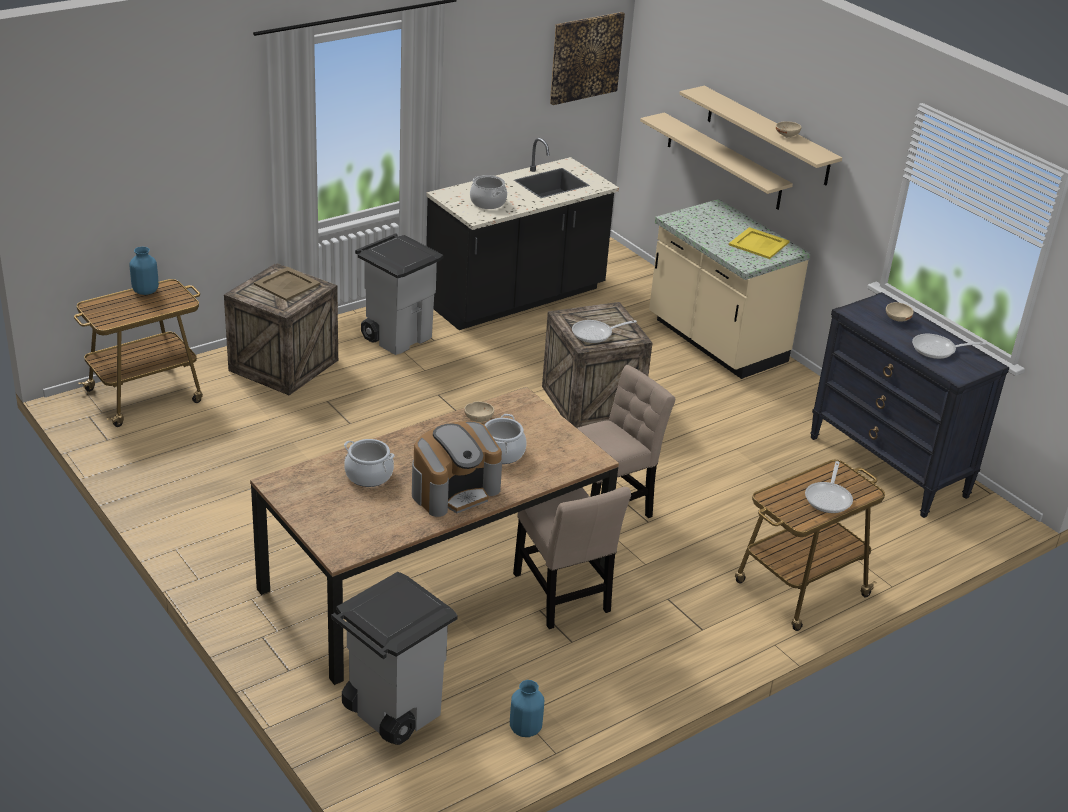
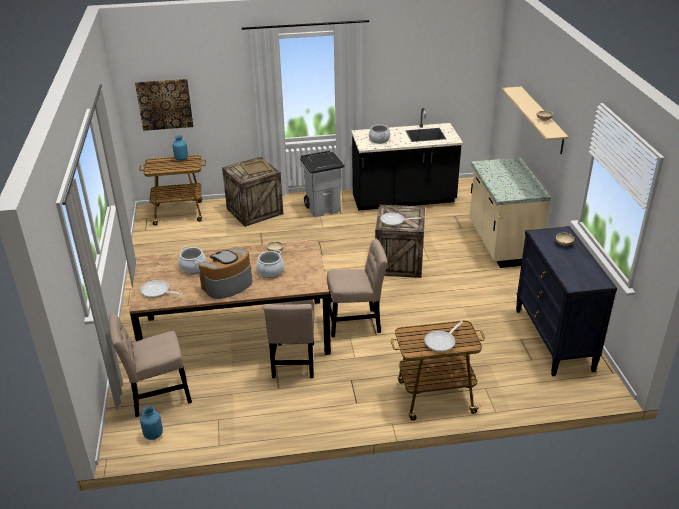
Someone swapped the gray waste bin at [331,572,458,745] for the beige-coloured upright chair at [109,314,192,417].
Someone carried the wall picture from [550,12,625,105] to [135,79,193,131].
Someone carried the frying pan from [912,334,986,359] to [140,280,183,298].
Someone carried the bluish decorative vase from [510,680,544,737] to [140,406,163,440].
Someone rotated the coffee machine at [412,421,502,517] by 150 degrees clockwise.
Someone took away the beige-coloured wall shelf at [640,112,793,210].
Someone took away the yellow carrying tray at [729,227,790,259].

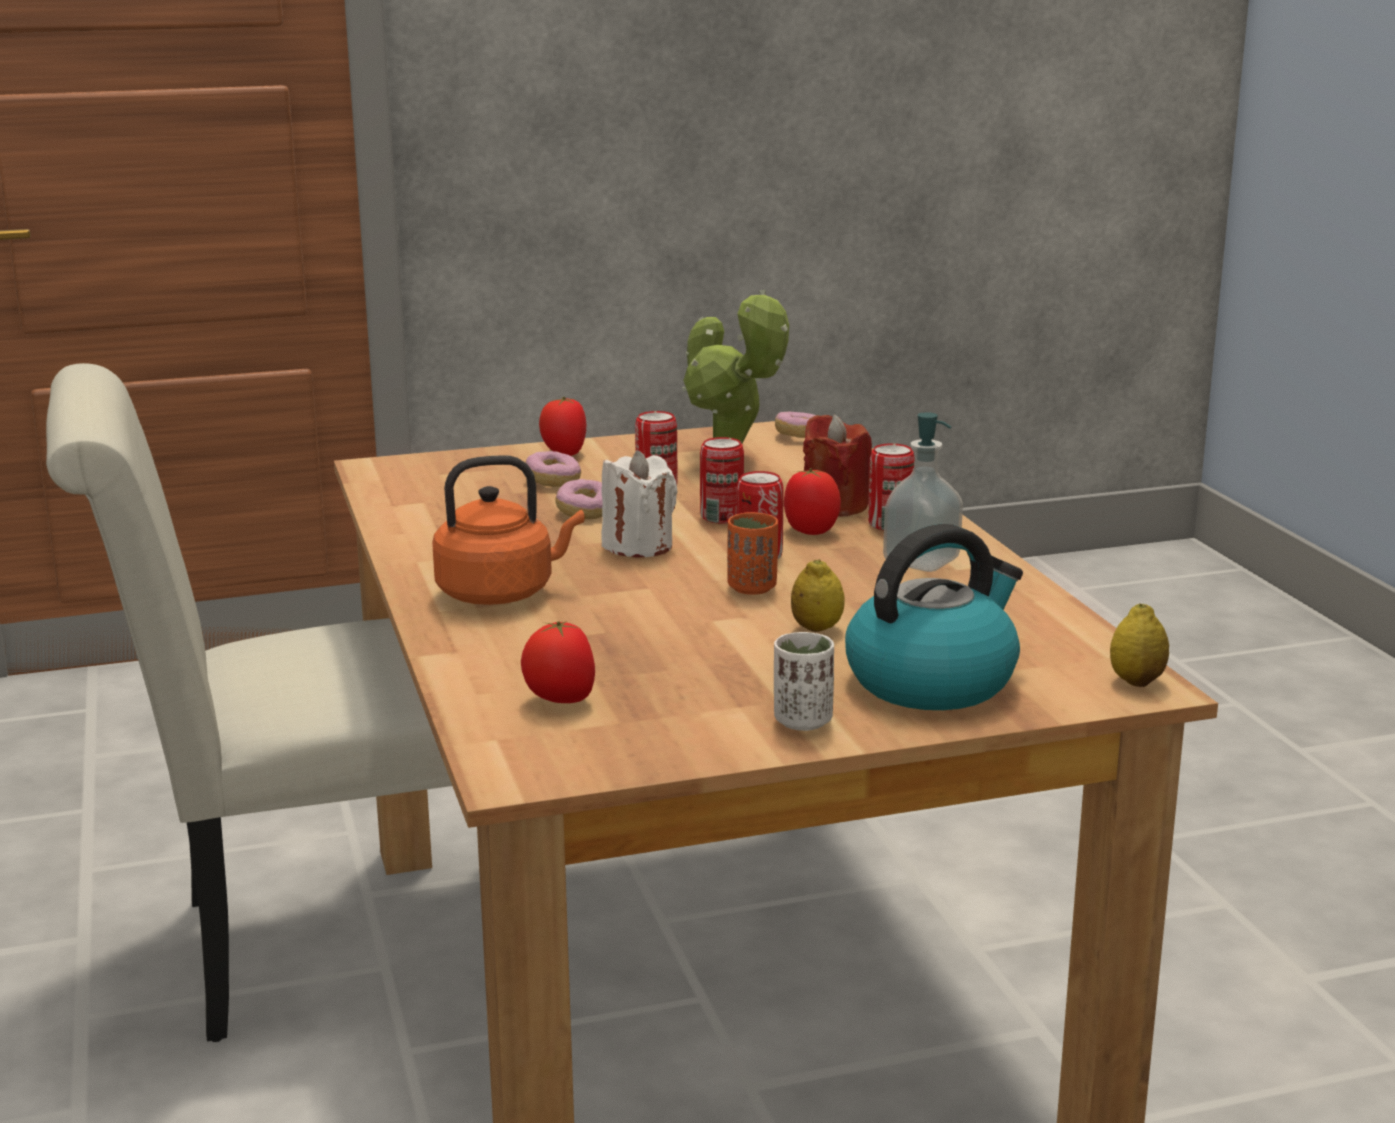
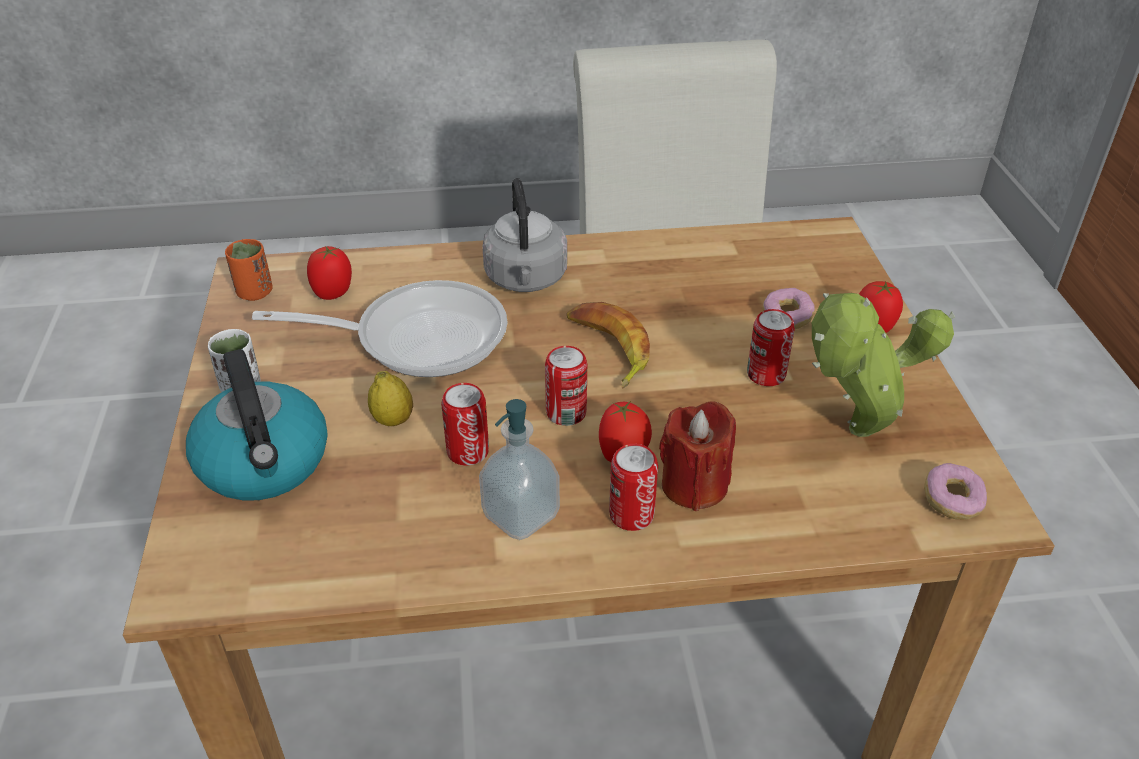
Someone carried the orange-coloured drinking cup from [727,512,778,595] to [225,239,273,301].
Someone put down the frying pan at [252,280,508,377].
Someone carried the can from [700,437,744,524] to [441,383,489,466].
Someone repainted the orange-coloured kettle at [432,455,585,605], which became the gray kettle at [482,178,567,292].
Someone swapped the white-coloured wax candle at [601,450,678,557] for the whole banana at [567,302,650,388].
Someone took away the ring doughnut at [555,479,603,519].
Someone took away the whole lemon at [1110,604,1169,687].

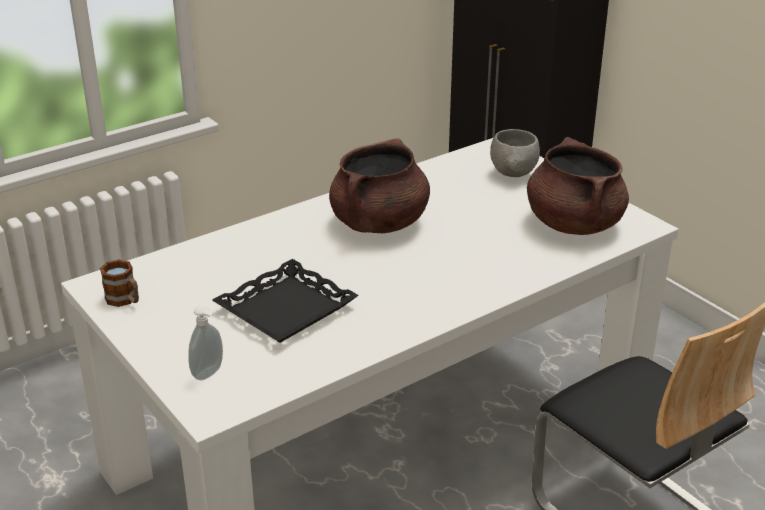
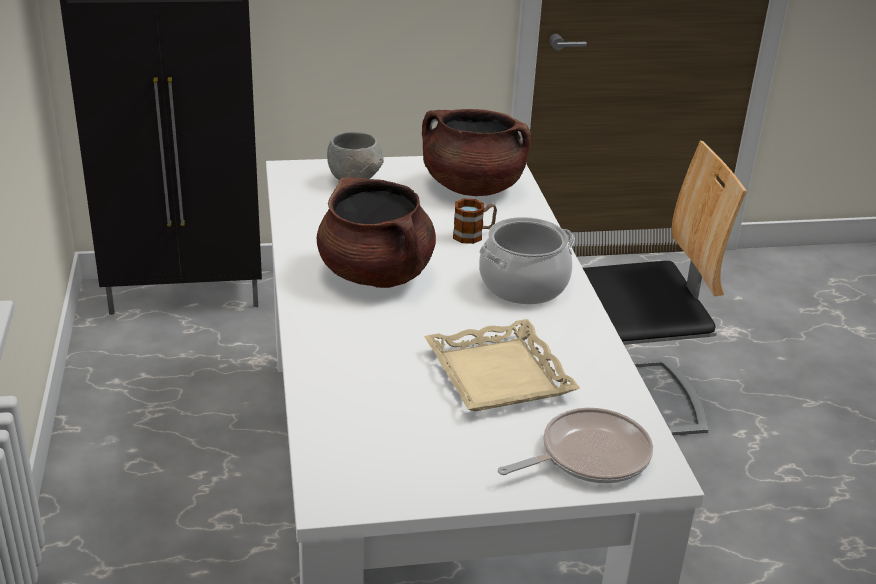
Someone repainted the black carrying tray at [212,259,359,343], which became the beige-coloured carrying tray at [424,319,580,411].
Someone carried the tea mug from [100,259,139,307] to [453,198,497,244].
Someone put down the saucepot at [479,217,575,305].
Someone swapped the soap dispenser at [188,305,223,380] for the frying pan at [498,408,653,484].

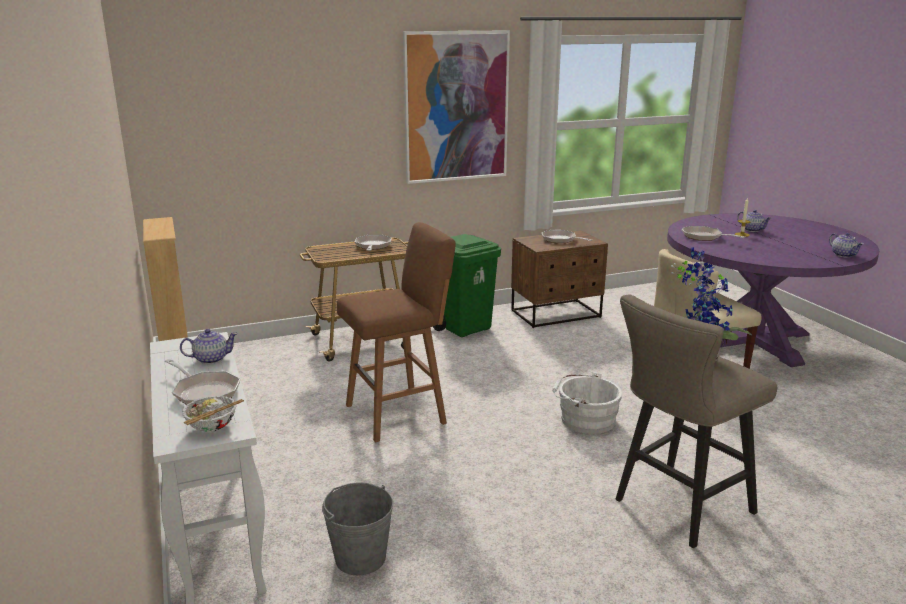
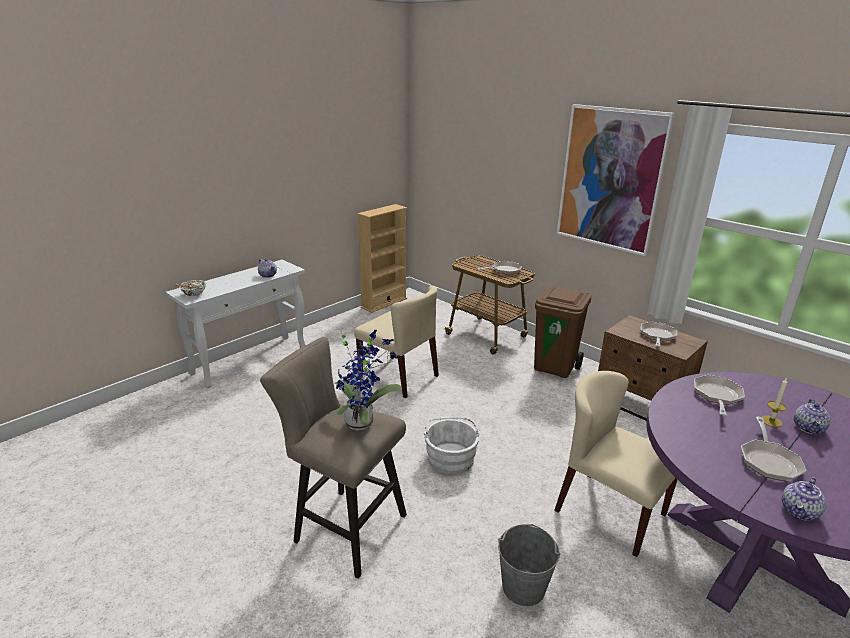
Someone swapped the brownish stool at [337,222,456,442] for the beige-coloured upright chair at [354,286,439,399].
Someone carried the gray water bucket from [322,482,393,575] to [498,524,561,606].
Someone repainted the greenish waste bin at [433,234,501,337], which became the brownish waste bin at [534,286,591,378].
Someone carried the frying pan from [164,359,240,405] to [741,417,807,481].

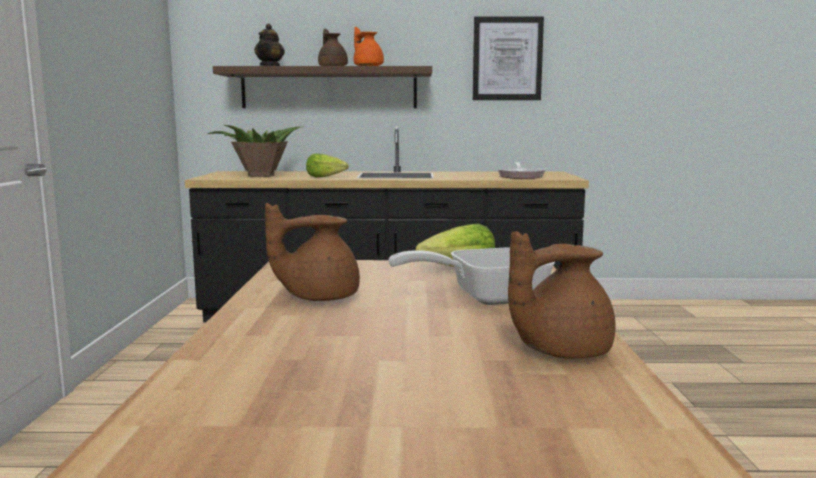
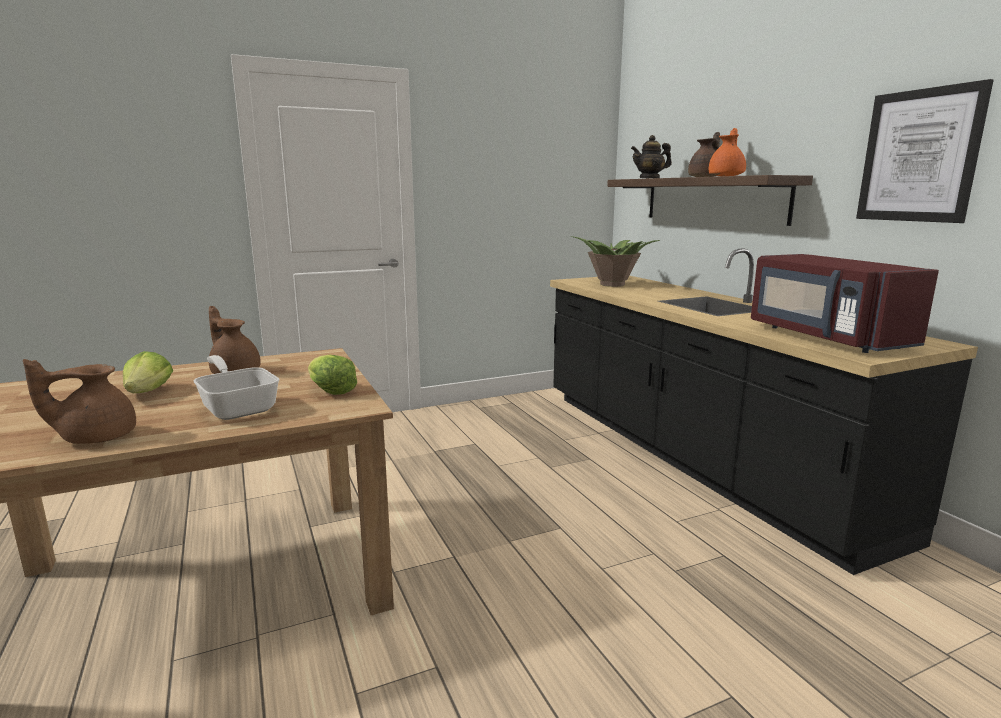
Someone rotated the brownish pot for tea at [508,231,616,359] by 60 degrees counterclockwise.
Someone carried the head of lettuce from [306,153,349,177] to [123,351,173,393].
Someone swapped the frying pan at [497,162,545,179] for the red-coloured kitchen microwave at [751,254,939,353].

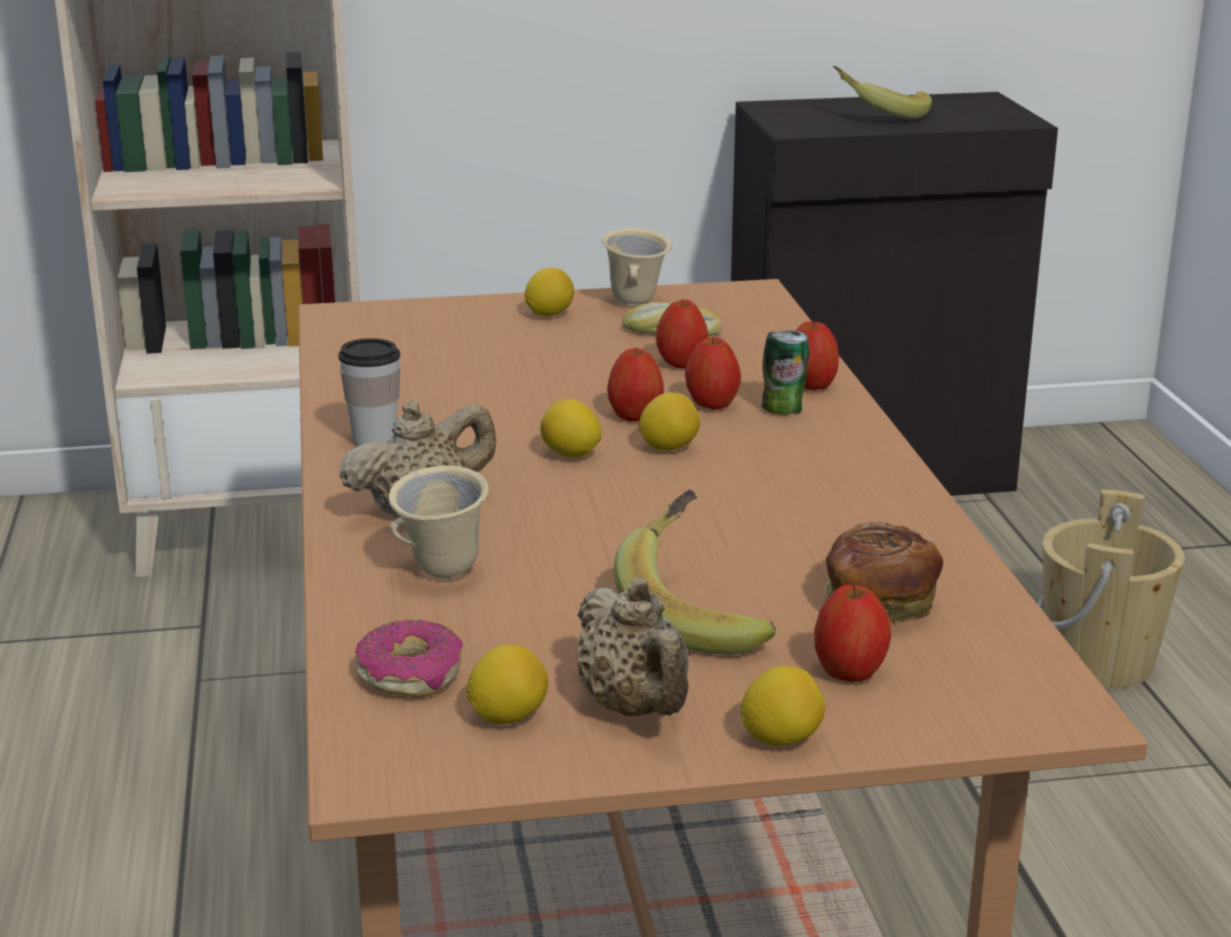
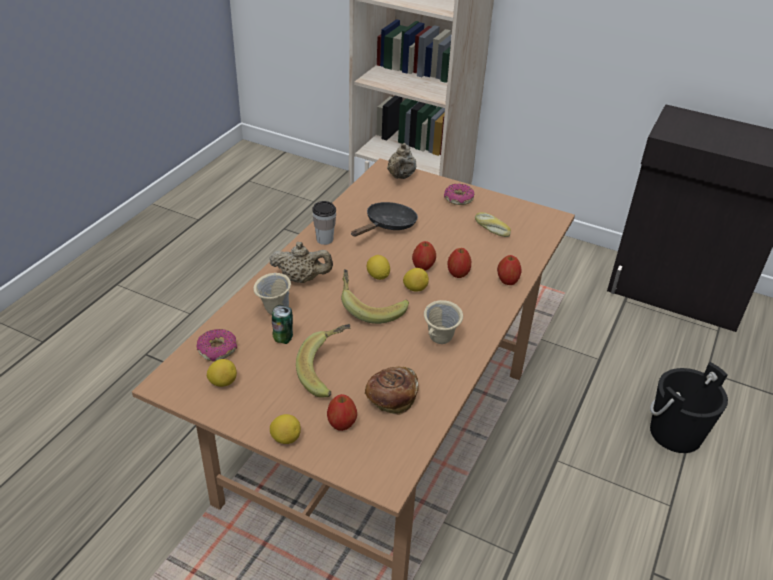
Someone carried the can from [761,331,809,415] to [272,305,293,344].
Someone carried the whole banana from [833,66,932,119] to [341,269,409,324].
Someone put down the black frying pan at [351,202,418,237].
Someone carried the beige-coloured pot for tea from [577,577,689,716] to [387,143,416,179].
Someone carried the beige-coloured tea mug from [602,228,672,307] to [424,300,463,344].
Someone swapped the whole lemon at [524,268,574,317] for the ring doughnut at [444,183,474,205].
Someone repainted the beige-coloured water bucket at [1038,489,1185,688], which became the black water bucket at [650,362,728,453].
Someone took away the apple at [656,299,708,368].

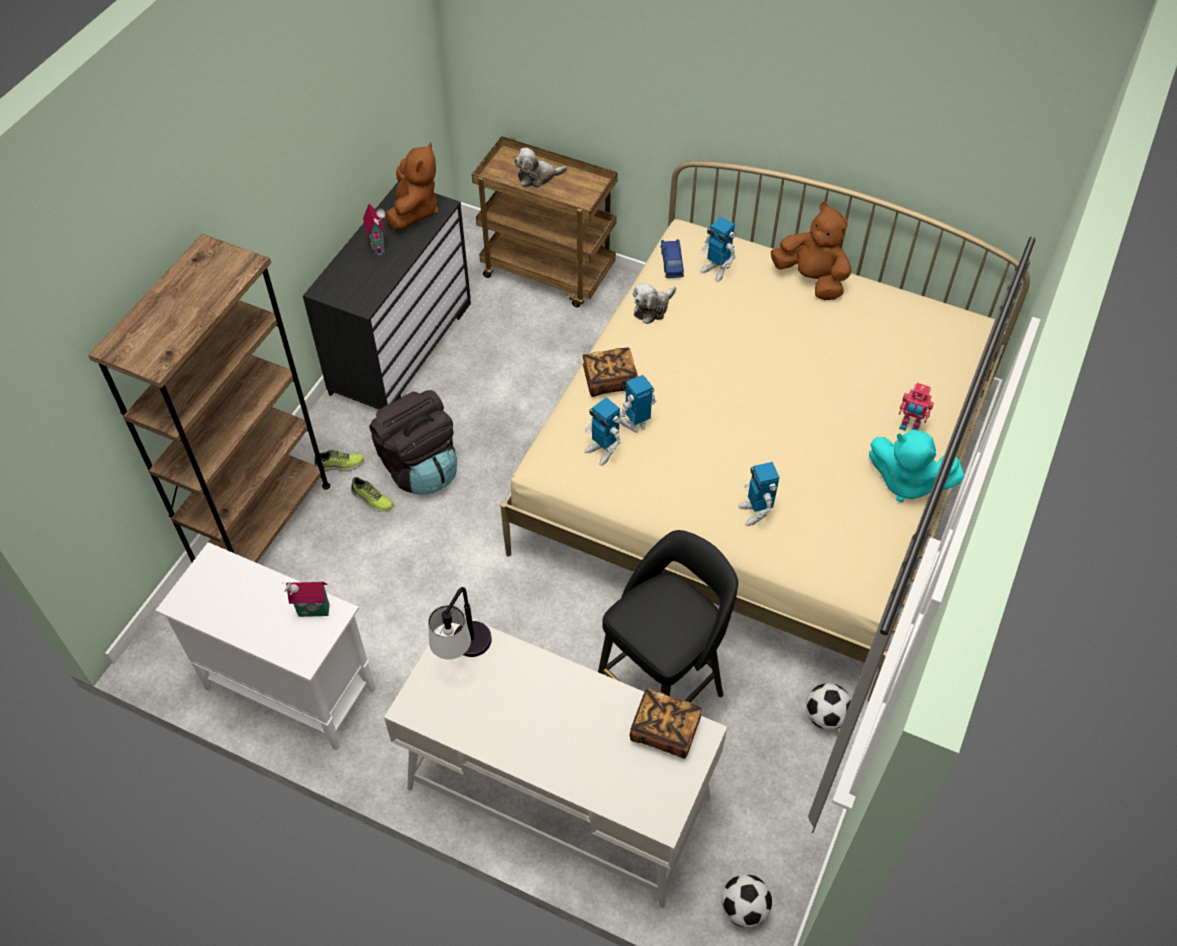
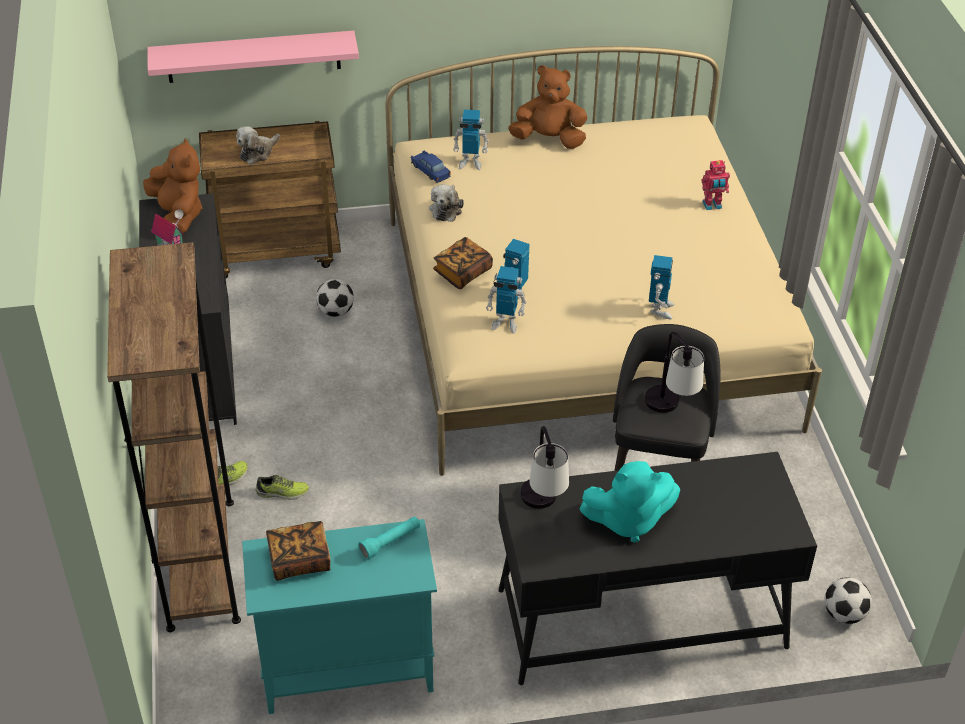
Someone put up the pink-coloured wall shelf at [147,31,359,83].
Someone repainted the white-coloured cupboard at [156,542,376,750], which became the turquoise-coloured cupboard at [242,519,437,714].
Someone carried the bound book from [630,688,702,759] to [266,521,331,581].
Someone carried the football ball from [806,683,851,730] to [316,279,354,317].
Someone swapped the miniature house at [282,582,329,617] for the turquoise-coloured hand torch at [358,516,420,559].
Someone repainted the white-coloured desk at [384,616,727,908], which became the black desk at [498,452,817,685].
Someone carried the turquoise-coloured soft toy from [869,430,965,502] to [580,461,680,543].
Someone put down the lamp for a table at [645,331,704,413].
Someone rotated the model robot at [738,462,780,526] by 120 degrees counterclockwise.
Someone took away the black knapsack at [369,390,457,495].

